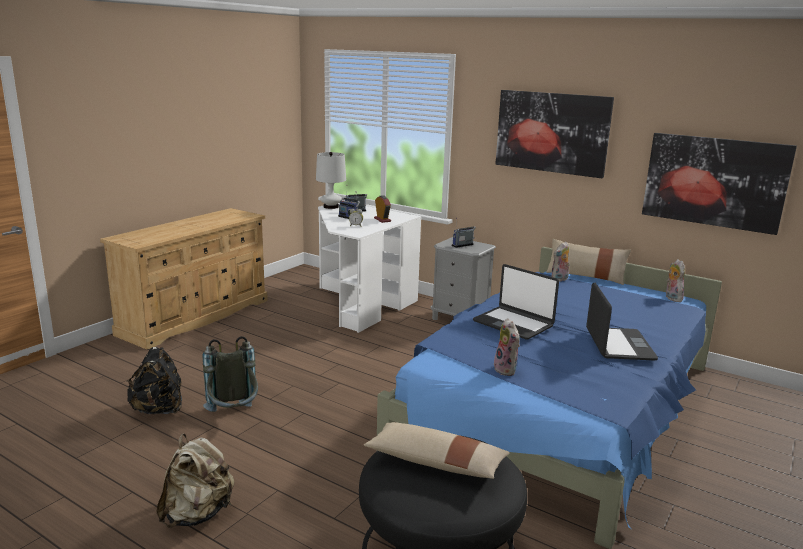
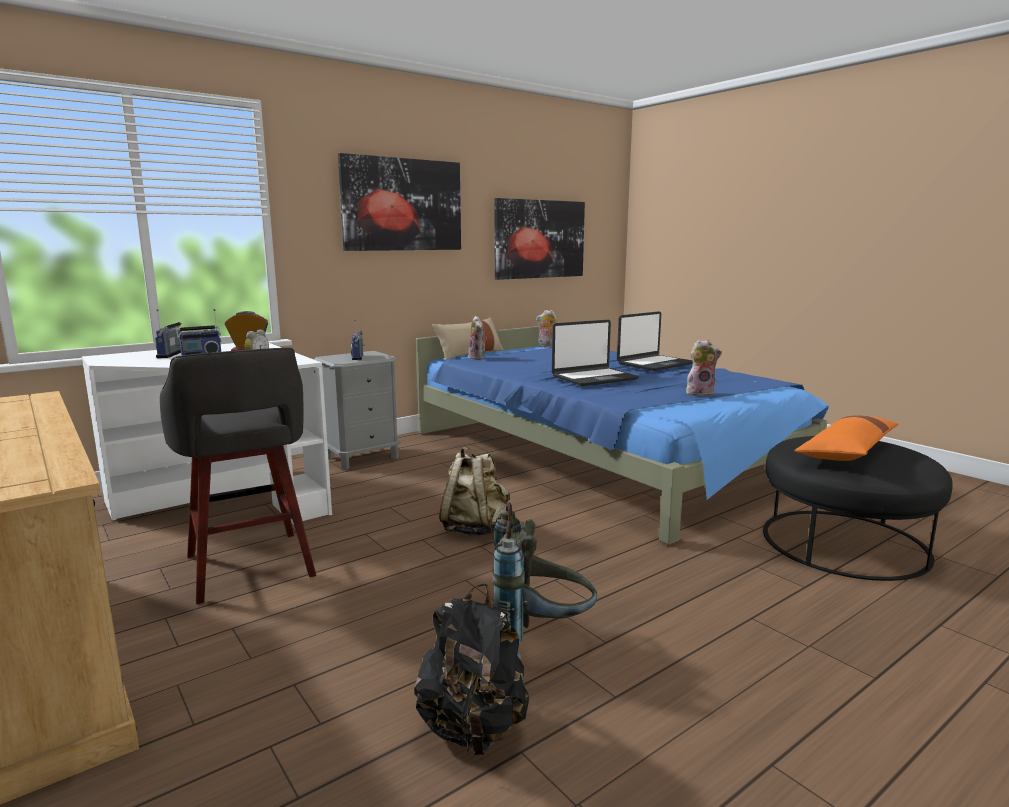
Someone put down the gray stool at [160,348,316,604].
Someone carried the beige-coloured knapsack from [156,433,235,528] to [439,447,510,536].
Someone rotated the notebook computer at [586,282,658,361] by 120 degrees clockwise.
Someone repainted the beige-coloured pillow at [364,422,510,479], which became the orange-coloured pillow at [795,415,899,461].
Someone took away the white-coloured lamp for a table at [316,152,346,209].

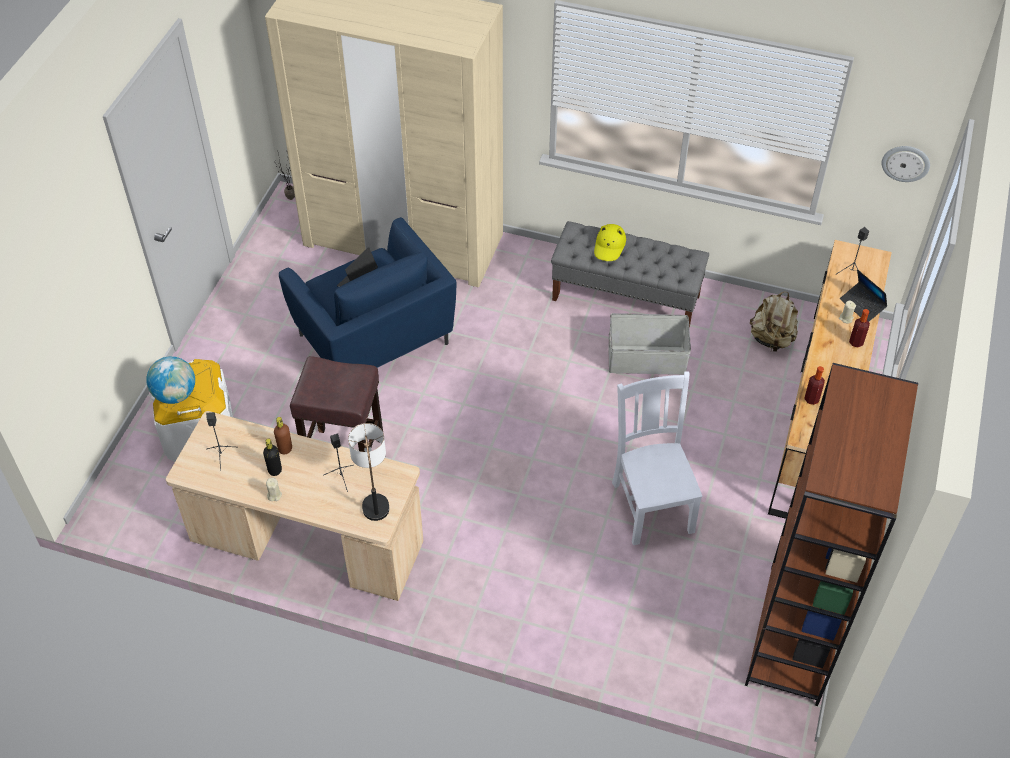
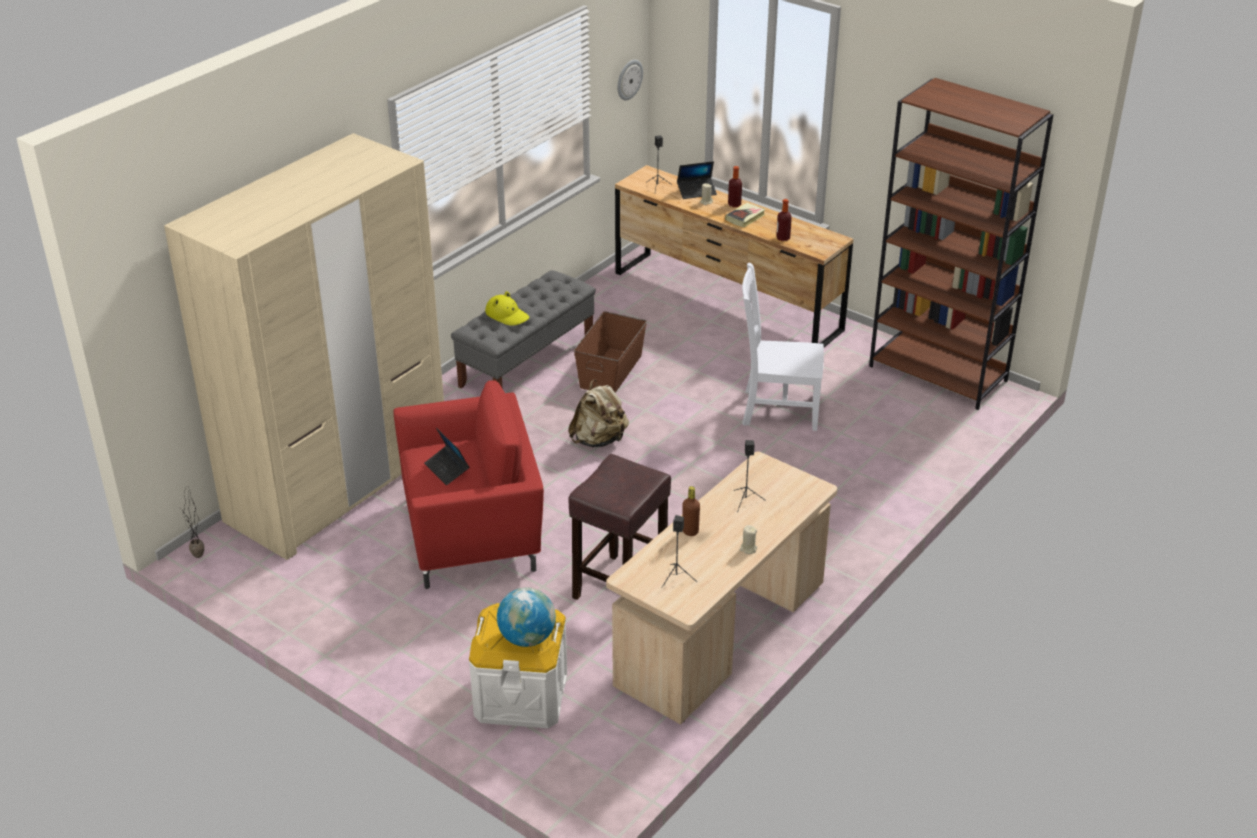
Someone repainted the bluish armchair at [279,217,456,368], which became the red-coloured armchair at [393,380,544,589].
Someone carried the beige-coloured knapsack from [750,292,798,352] to [568,379,629,447].
Someone repainted the gray storage container at [608,313,691,375], which became the brownish storage container at [574,311,647,393].
Someone put down the bound book at [725,203,766,227].
Someone took away the black beverage bottle at [263,438,282,476].
Someone took away the lamp for a table at [348,423,389,521].

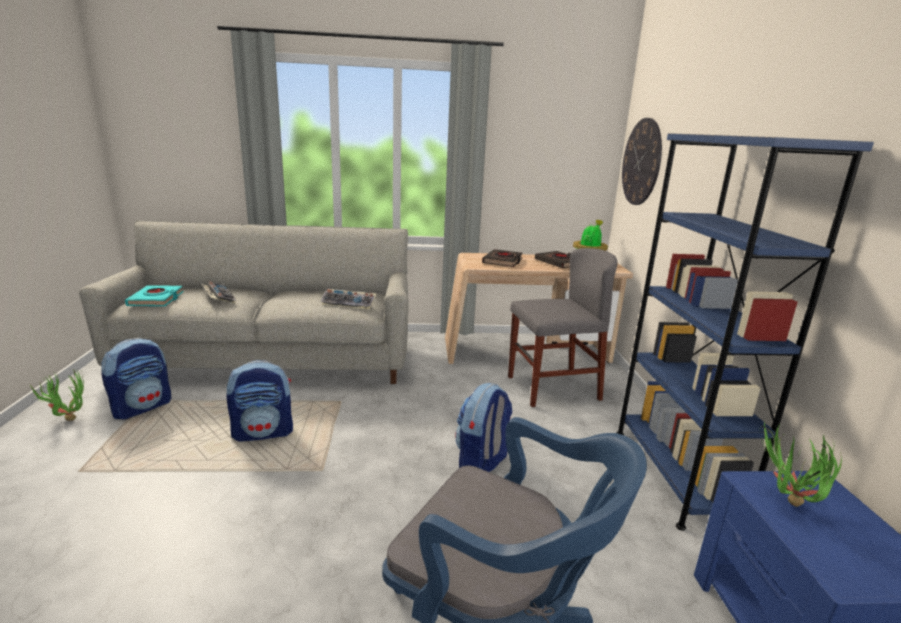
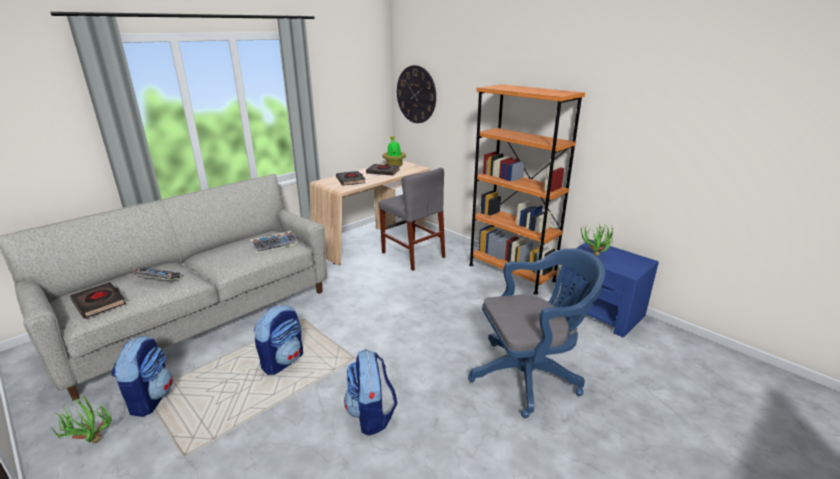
Someone repainted the turquoise-coloured bound book at [125,285,184,306], which became the black bound book at [70,282,126,319].
Someone carried the knapsack from [455,383,513,472] to [344,349,397,436].
Someone rotated the gray upright chair at [508,248,618,407] by 105 degrees clockwise.
Someone repainted the bluish bookshelf at [617,133,874,531], which became the orange-coloured bookshelf at [469,84,585,295].

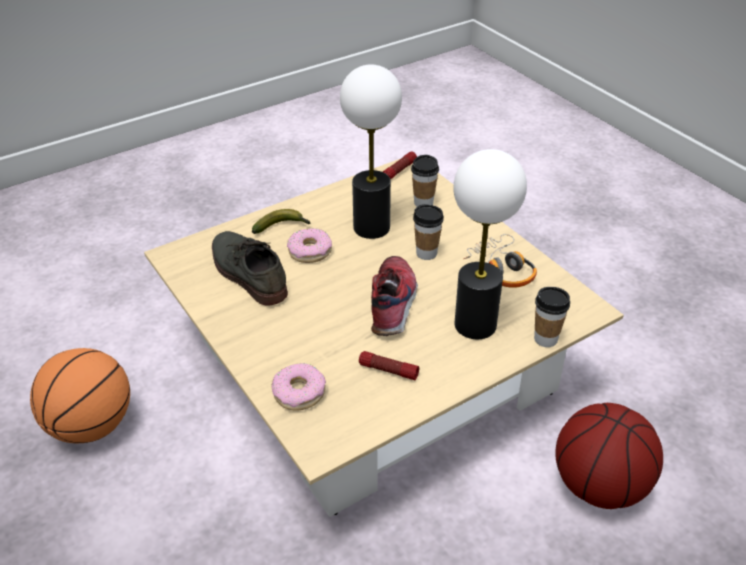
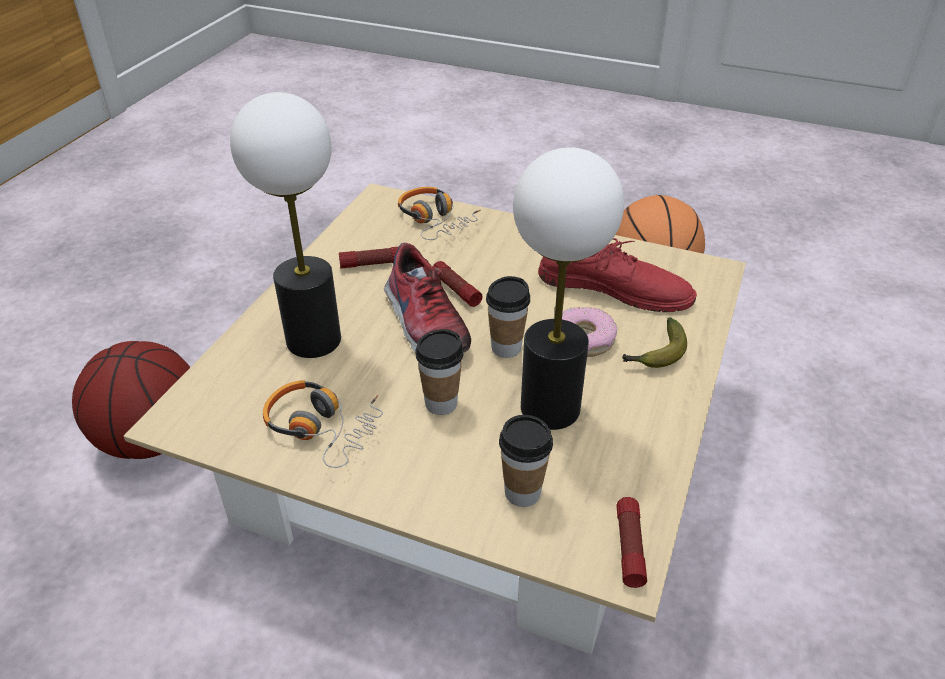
Someone swapped the ring doughnut at [272,363,326,411] for the pair of headphones at [398,187,481,240].
Someone put down the hand torch at [433,261,483,307].
Someone carried the drinking cup from [534,287,570,347] to [486,276,530,358].
Someone repainted the gray item of footwear at [212,231,288,305], which became the red-coloured item of footwear at [538,238,697,312].

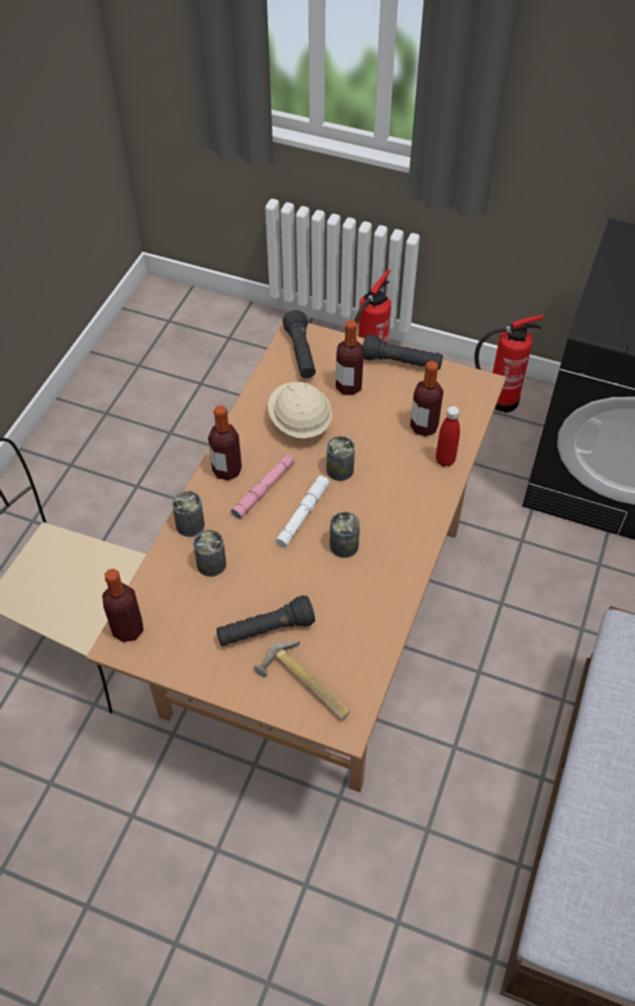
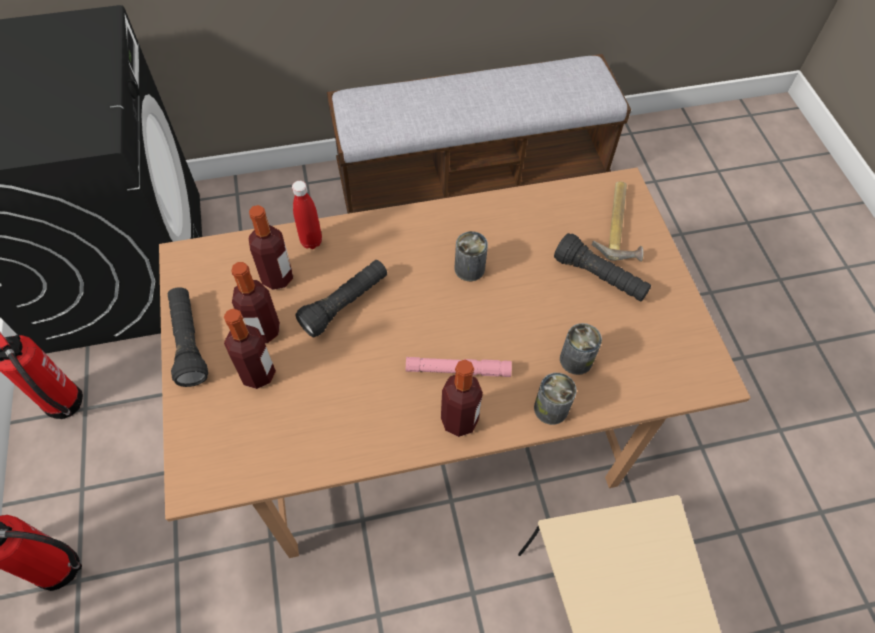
Someone carried the beverage bottle from [102,569,144,642] to [232,262,280,343].
Someone carried the black hand torch from [283,310,316,378] to [295,260,387,337].
Someone took away the beige-coloured hard hat at [268,382,332,438].
Someone took away the white-coloured hand torch at [276,476,330,548].
Someone took away the can at [327,436,355,481].

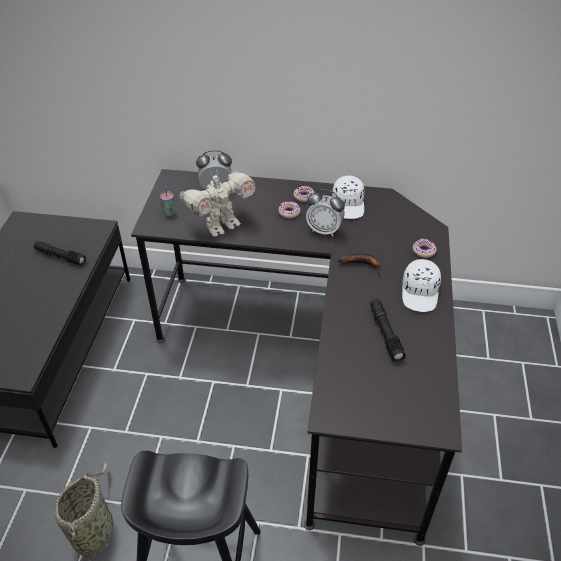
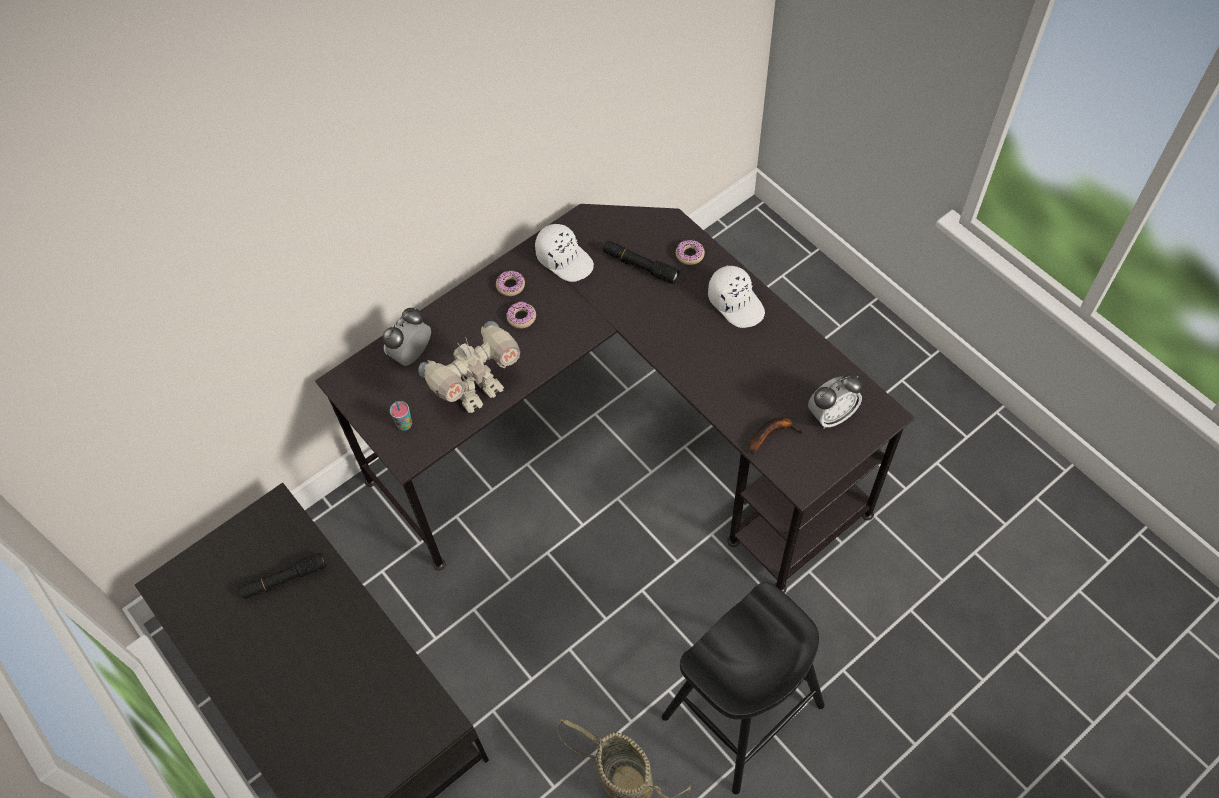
Someone rotated the model robot at [180,172,256,237] by 45 degrees clockwise.
Someone carried the black hand torch from [370,299,406,362] to [603,241,680,284].
Someone carried the whole banana from [338,253,381,275] to [749,417,803,454].
Someone carried the bedside clock from [306,189,345,236] to [808,374,863,428].

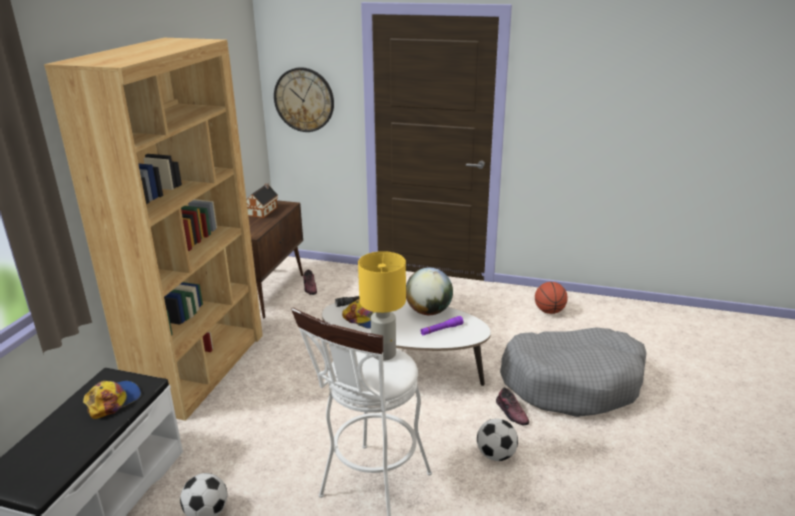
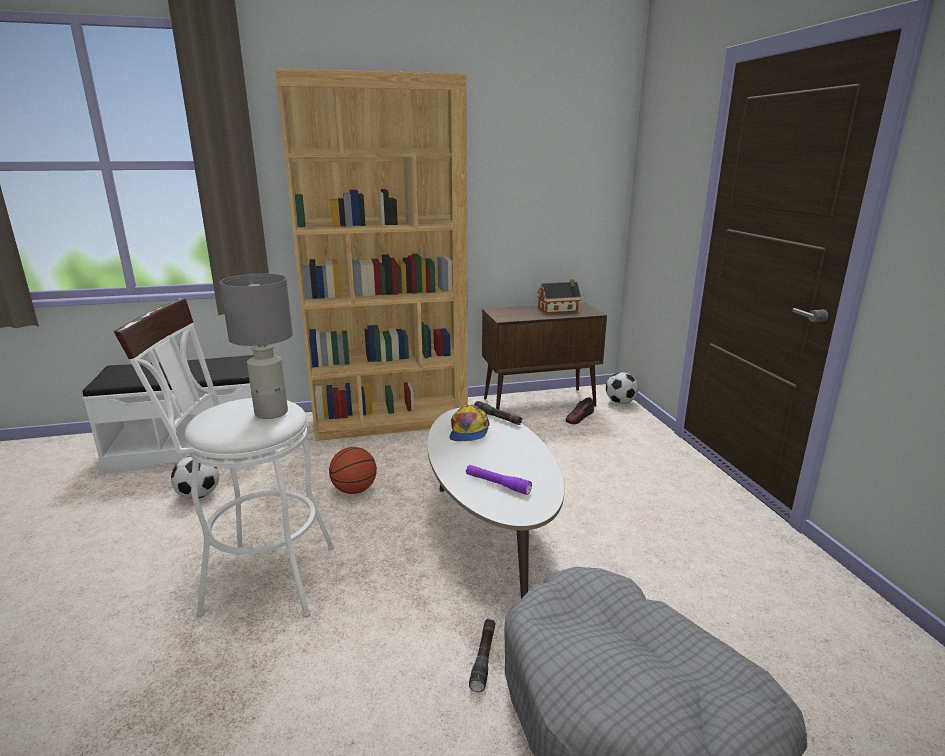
Someone repainted the yellow lamp for a table at [358,251,406,361], which became the gray lamp for a table at [220,273,293,419].
Someone carried the ball for basketball from [535,282,568,314] to [329,447,377,494].
Someone swapped the item of footwear at [496,388,529,426] for the black hand torch at [469,619,495,692].
Someone carried the football ball from [477,419,518,461] to [606,372,638,404].
Someone took away the cap at [83,381,141,419].
Someone took away the wall clock at [274,67,334,132].
Someone took away the world globe at [406,268,453,315].

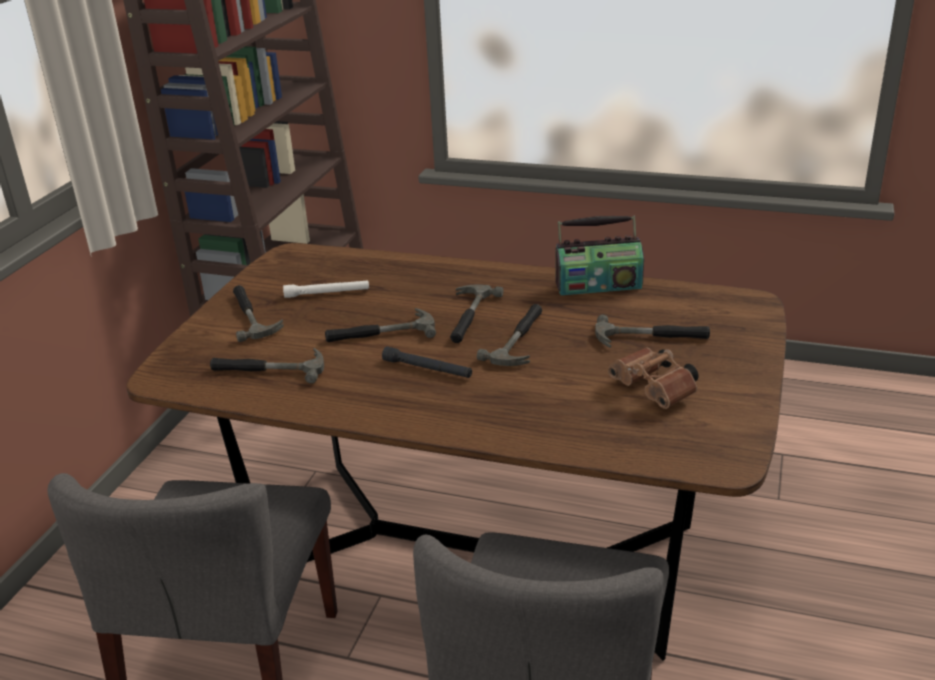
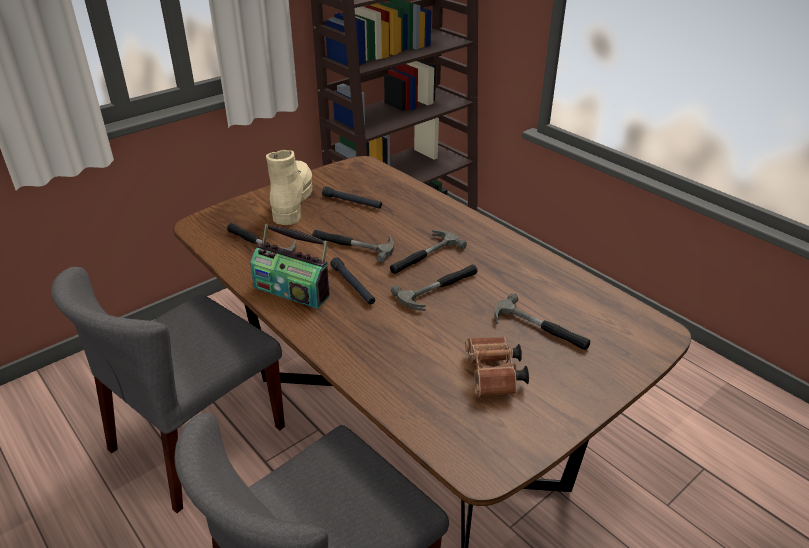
Someone carried the radio from [555,216,644,295] to [250,224,330,309].
Someone swapped the hand hammer at [233,285,284,342] for the beige-coloured boot at [266,150,312,225].
Someone repainted the white-coloured hand torch at [283,280,369,298], which became the black hand torch at [322,186,382,209].

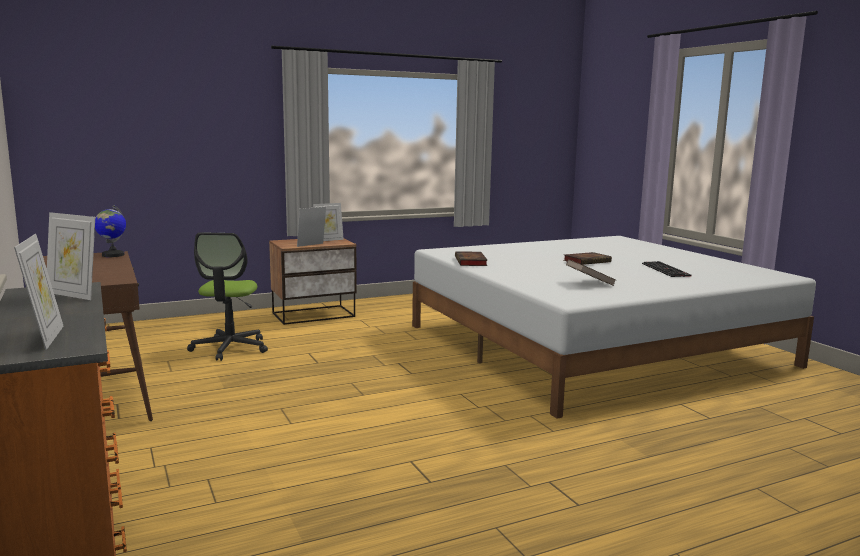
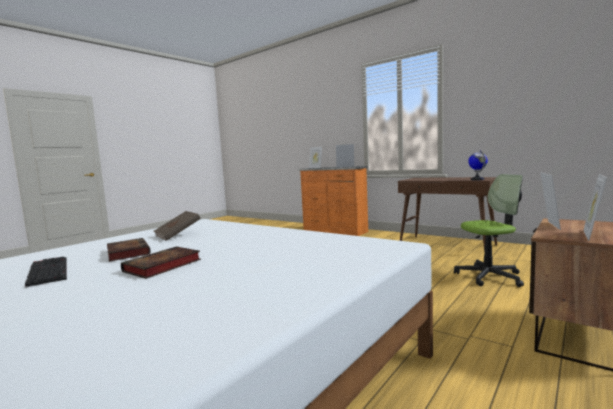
Someone carried the bound book from [455,251,488,266] to [107,238,151,261].
Someone rotated the office chair at [187,232,268,361] by 105 degrees clockwise.

